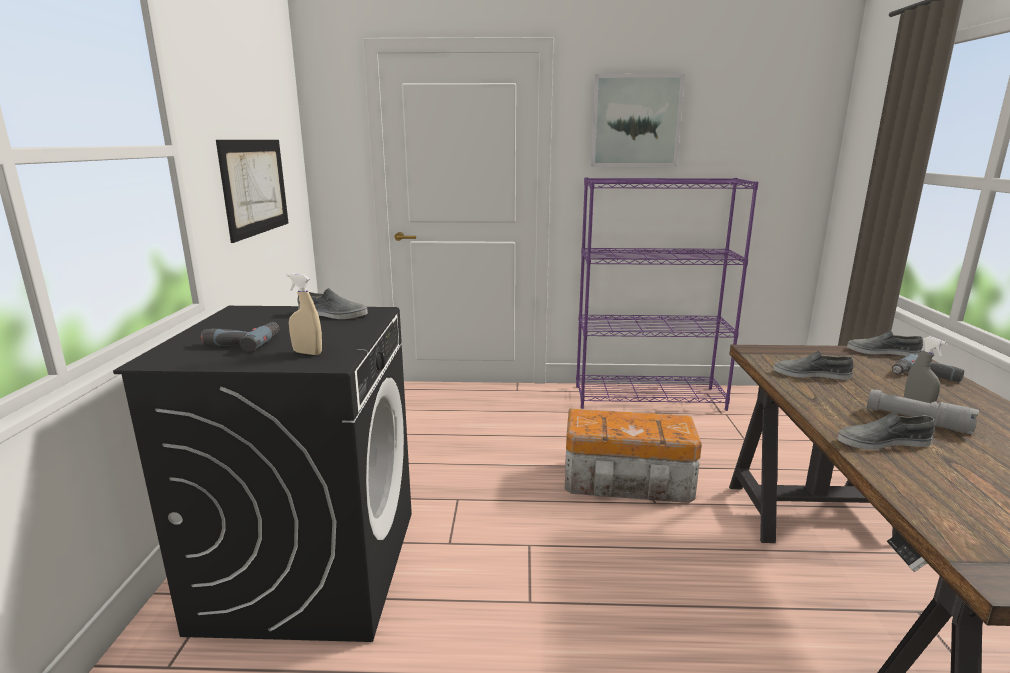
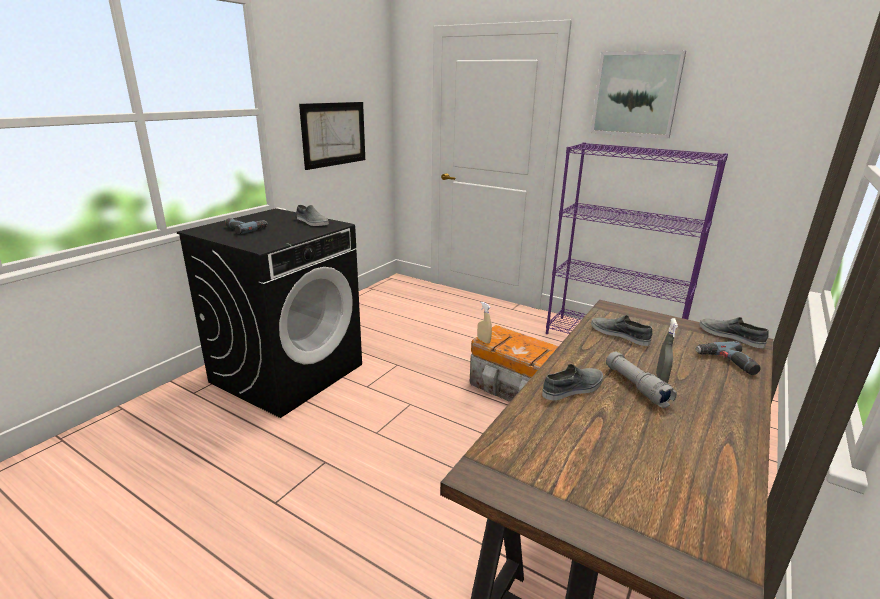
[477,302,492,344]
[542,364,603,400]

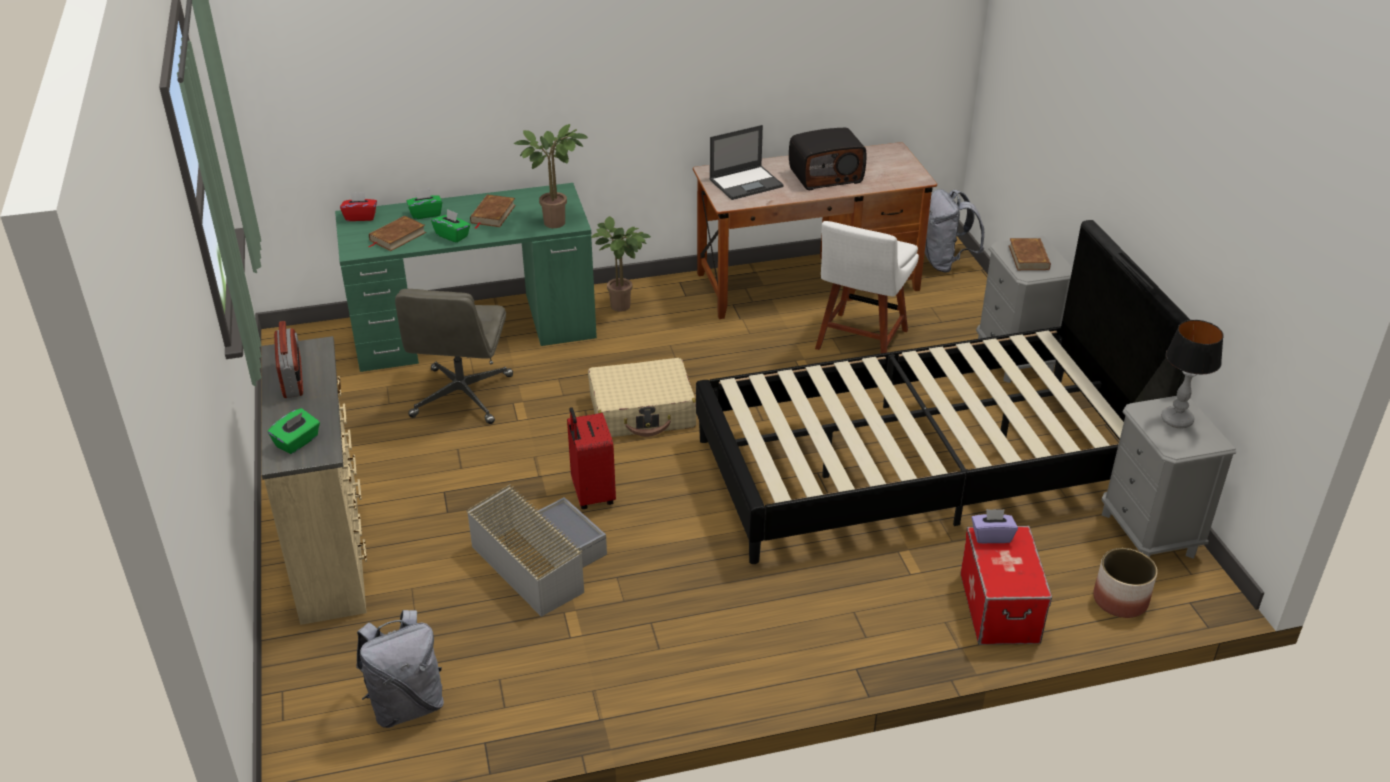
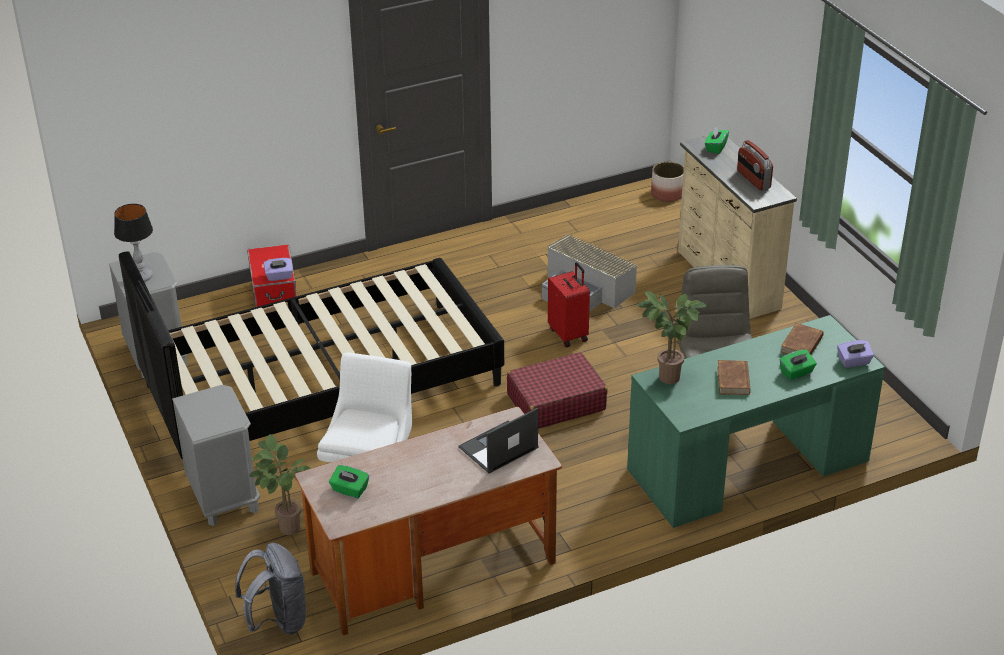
[356,610,444,728] (first image)
[789,128,866,190] (first image)
[1009,238,1051,270] (first image)
[329,465,369,498]
[249,434,311,535]
[651,162,684,202]
[837,340,874,368]
[507,352,608,429]

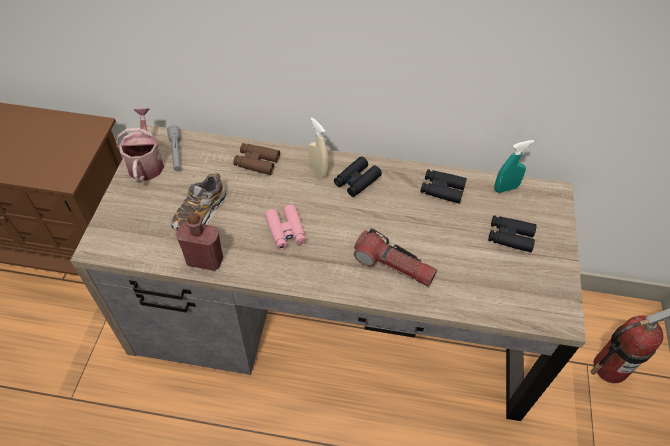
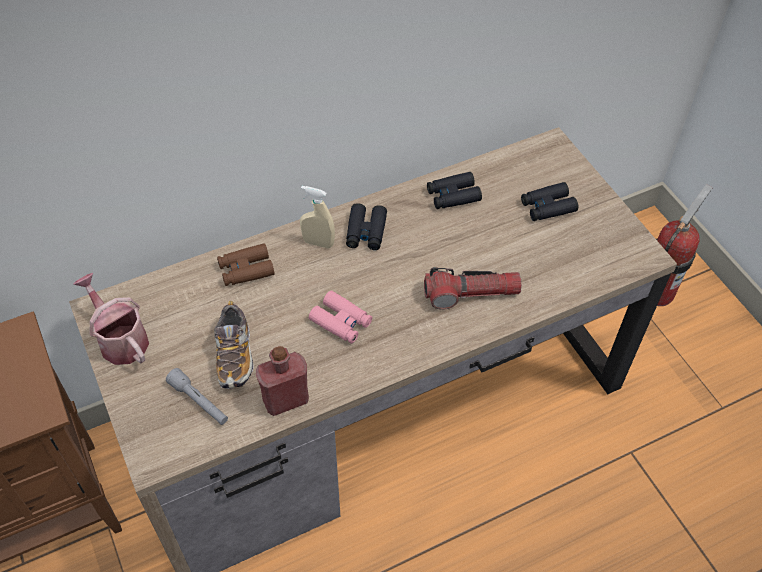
[494,140,534,193] (first image)
[166,368,228,425]

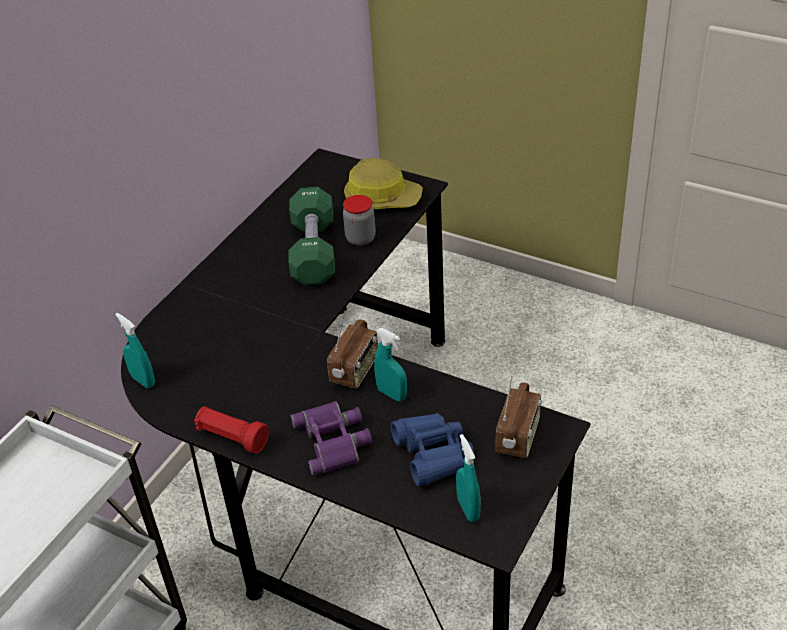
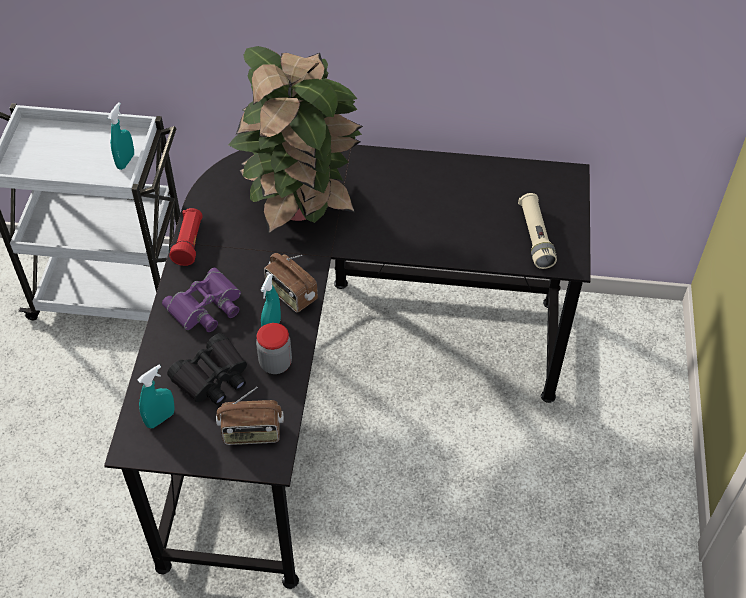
[288,187,335,285] (first image)
[228,46,363,234]
[108,102,134,170]
[256,323,292,374]
[518,193,557,269]
[167,333,247,405]
[264,253,318,313]

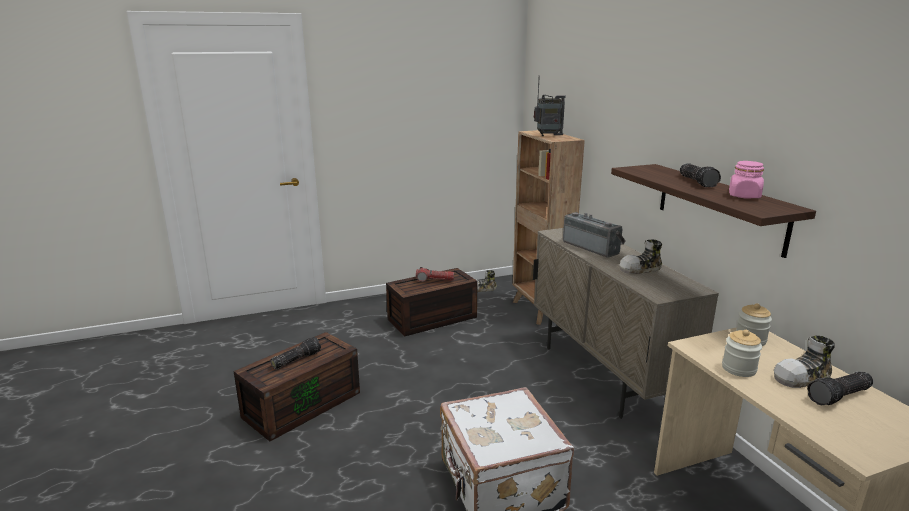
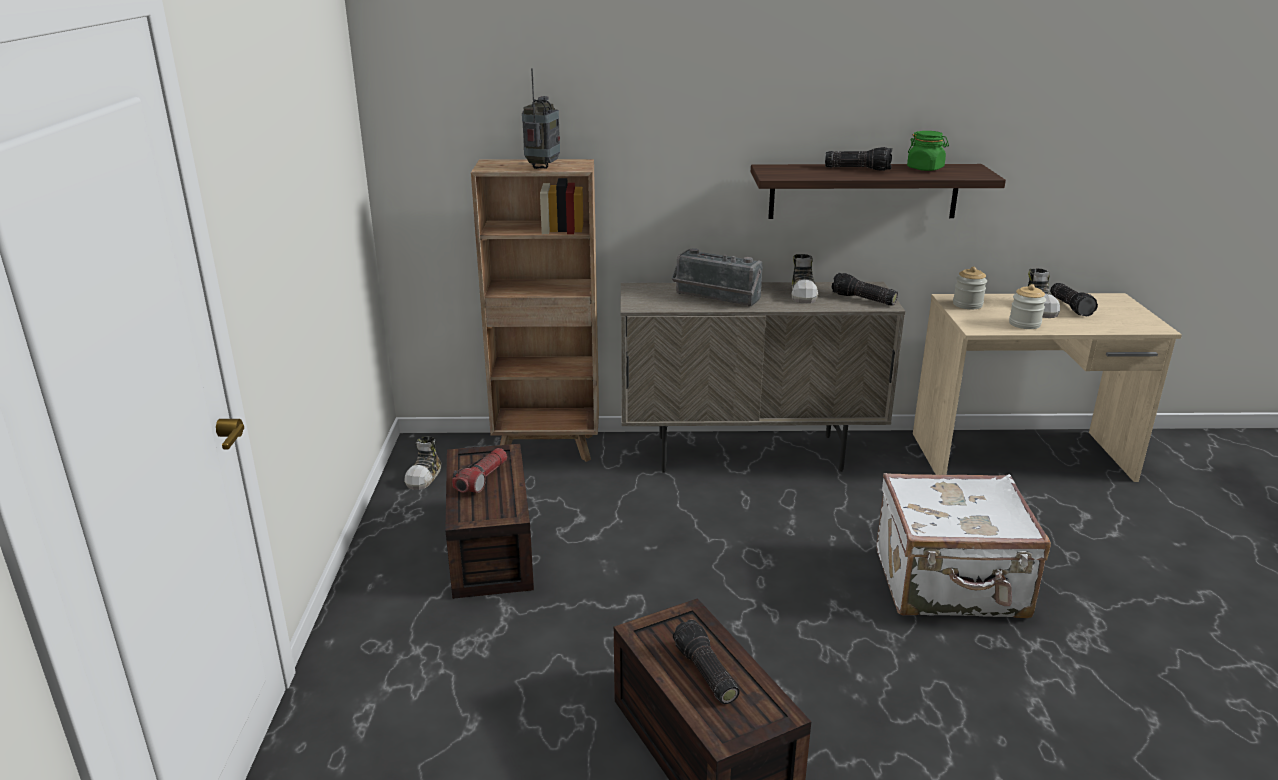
[832,273,898,306]
[907,131,949,171]
[672,248,763,307]

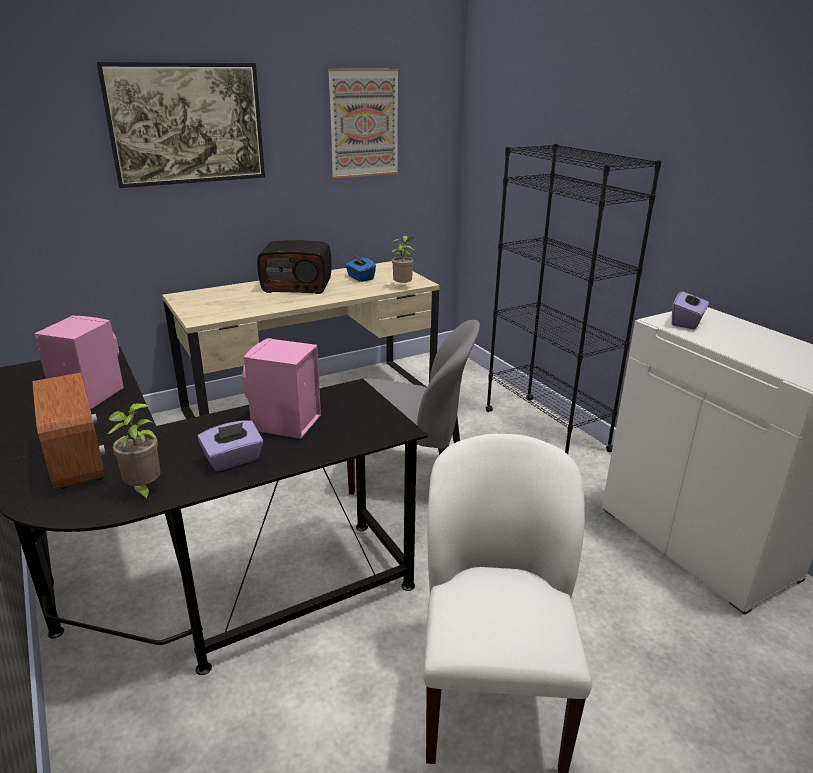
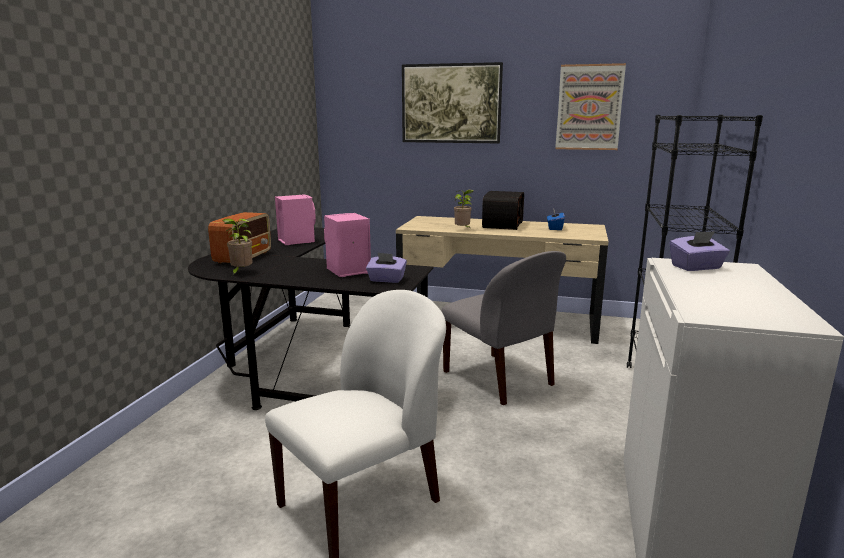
[366,253,407,283]
[454,190,473,228]
[482,191,524,230]

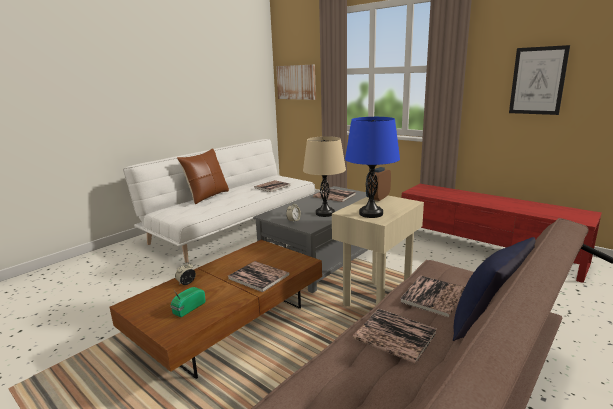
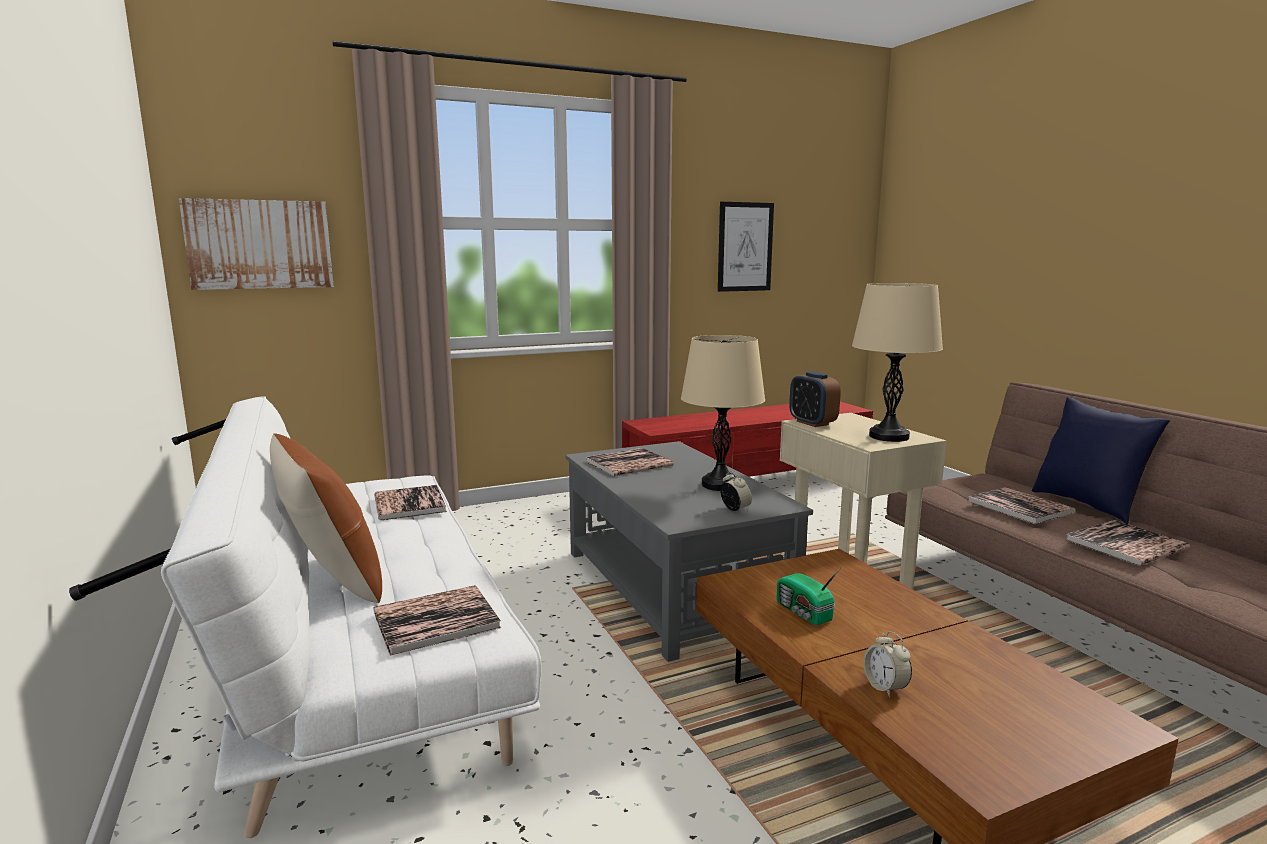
[777,567,841,625]
[374,585,501,655]
[852,283,943,442]

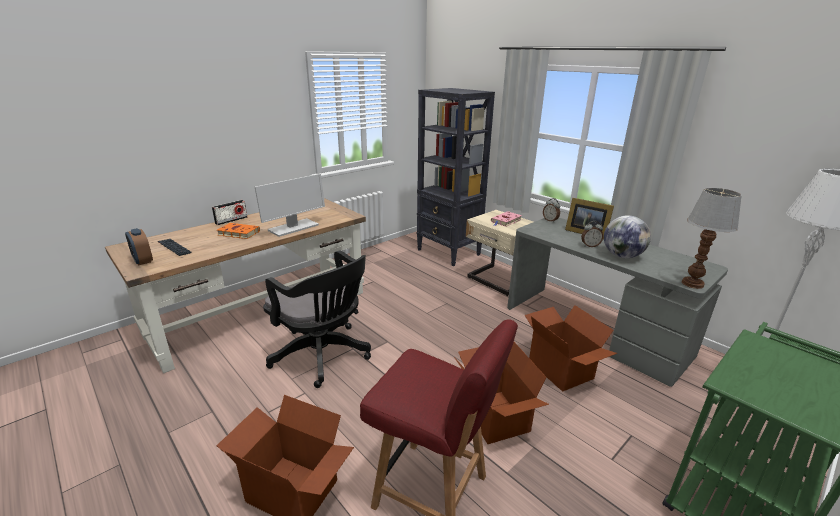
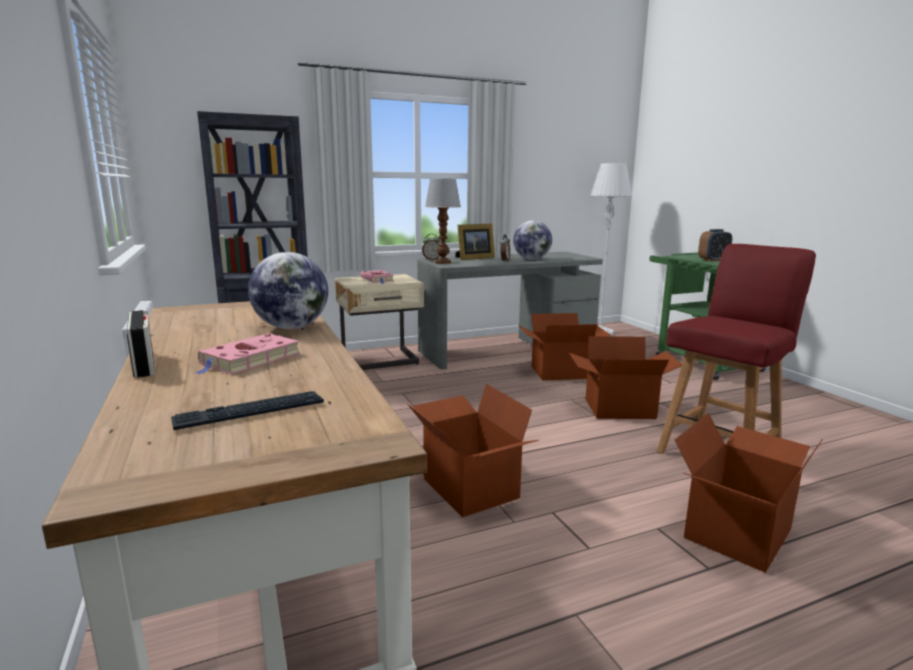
[698,229,732,261]
[425,179,461,264]
[248,252,328,329]
[407,384,539,517]
[195,334,300,374]

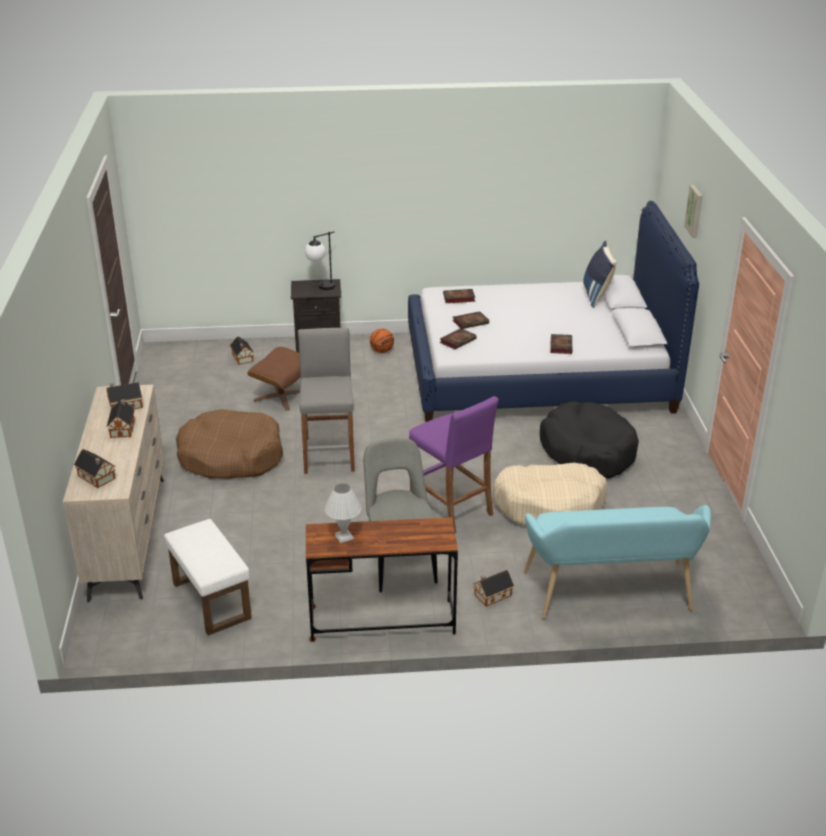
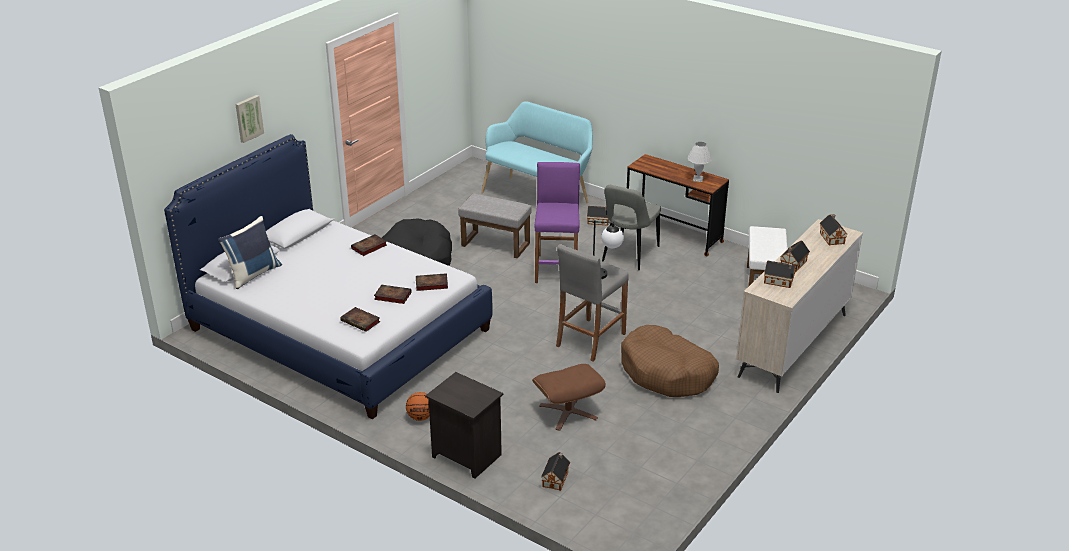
[588,220,624,279]
[458,194,532,259]

